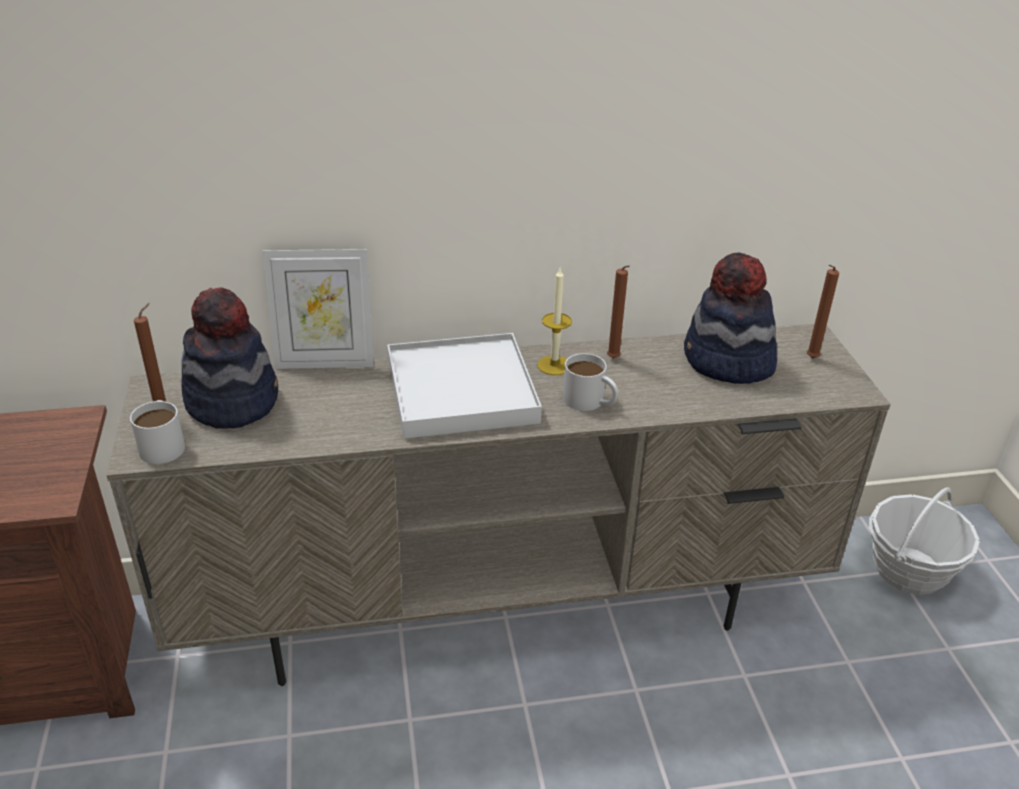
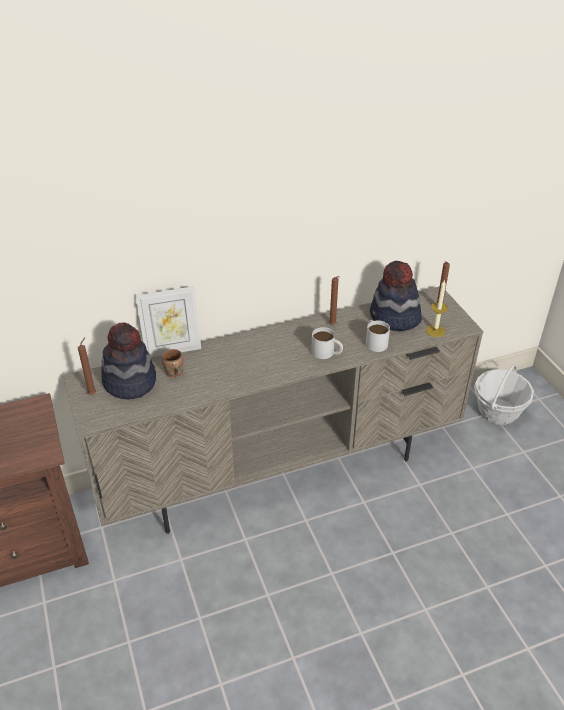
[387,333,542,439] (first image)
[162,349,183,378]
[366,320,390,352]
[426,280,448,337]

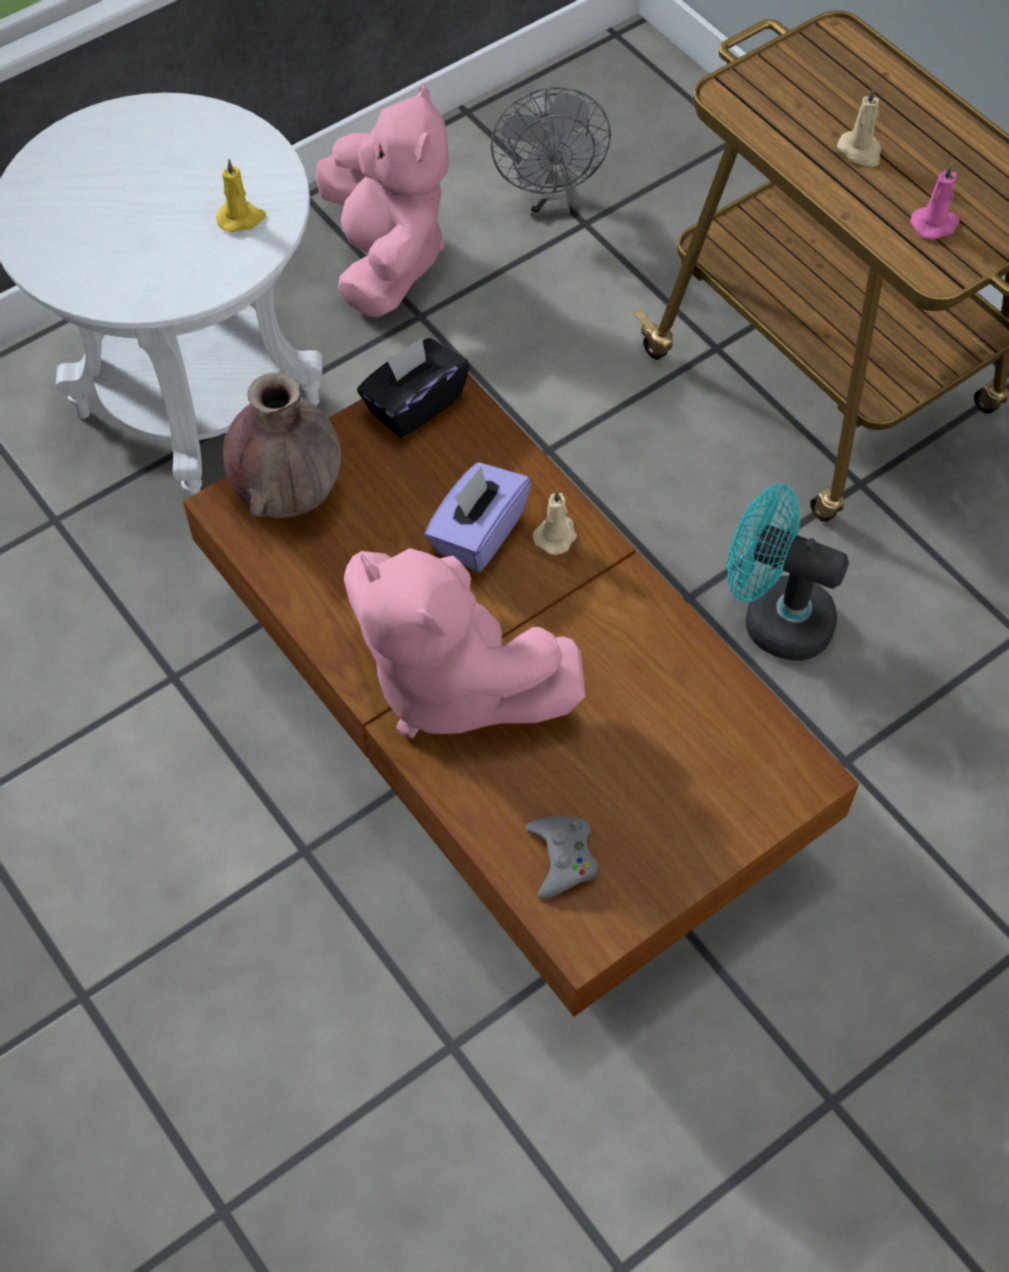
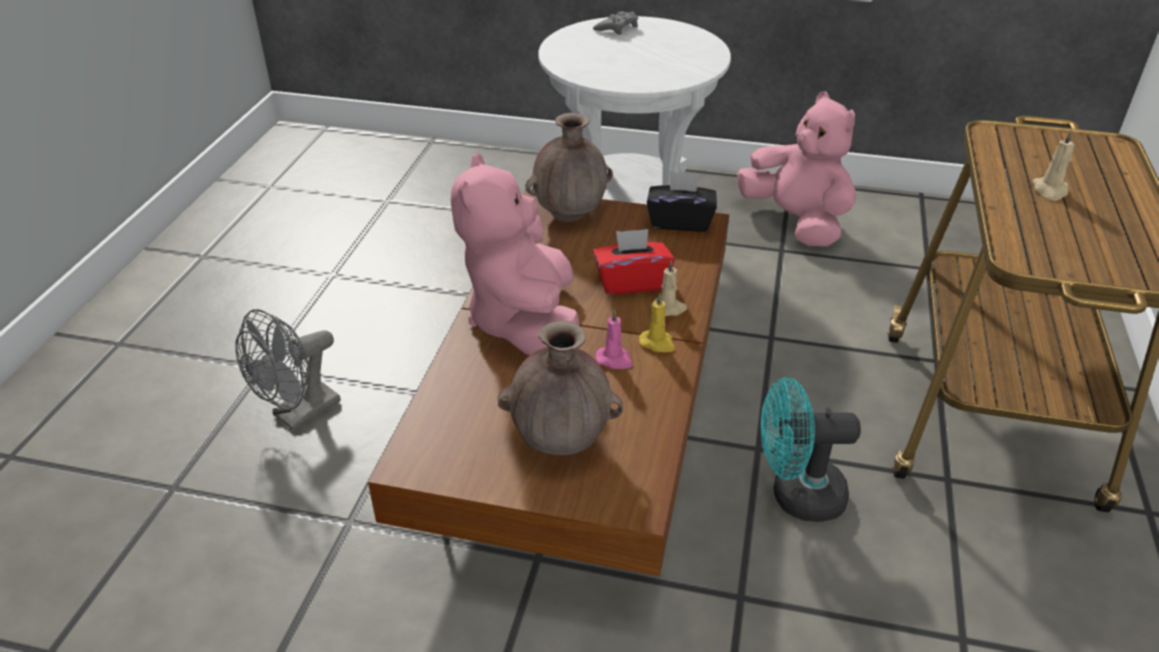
[498,321,623,456]
[639,293,675,352]
[235,309,341,431]
[593,11,638,35]
[595,310,633,369]
[593,229,674,295]
[737,91,856,247]
[761,377,861,522]

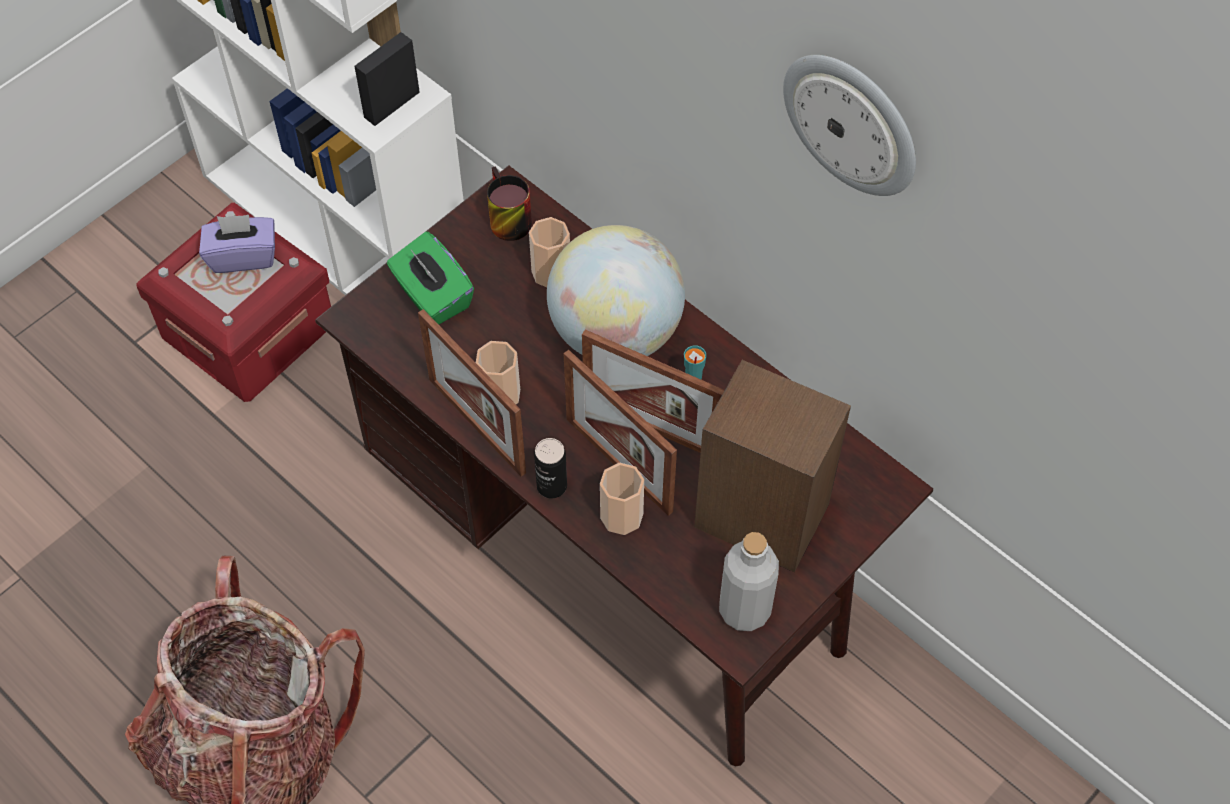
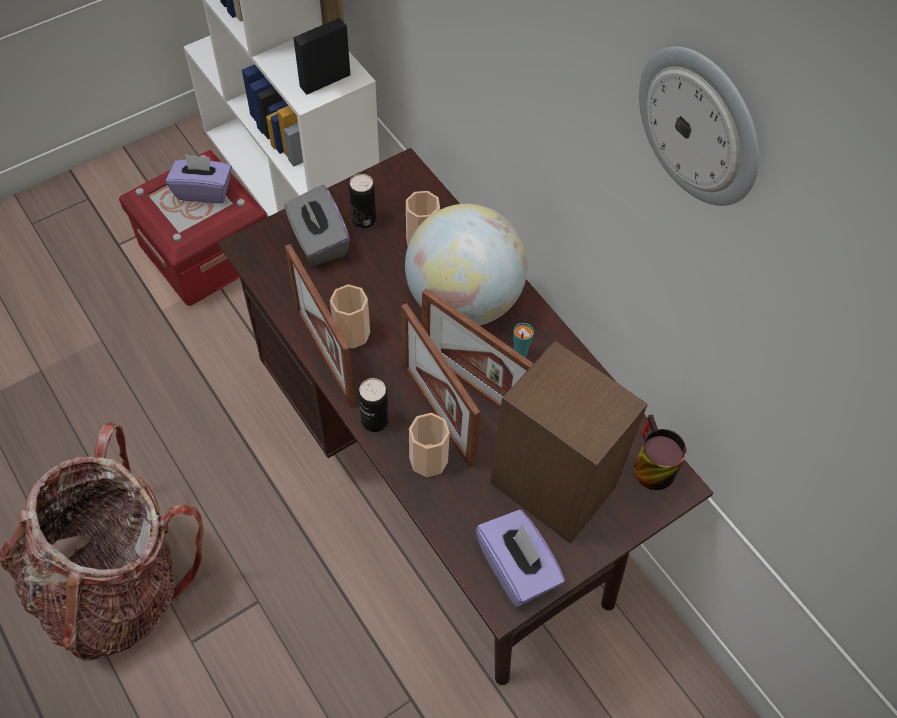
[349,174,376,228]
[634,414,687,490]
[475,509,565,607]
[284,185,350,266]

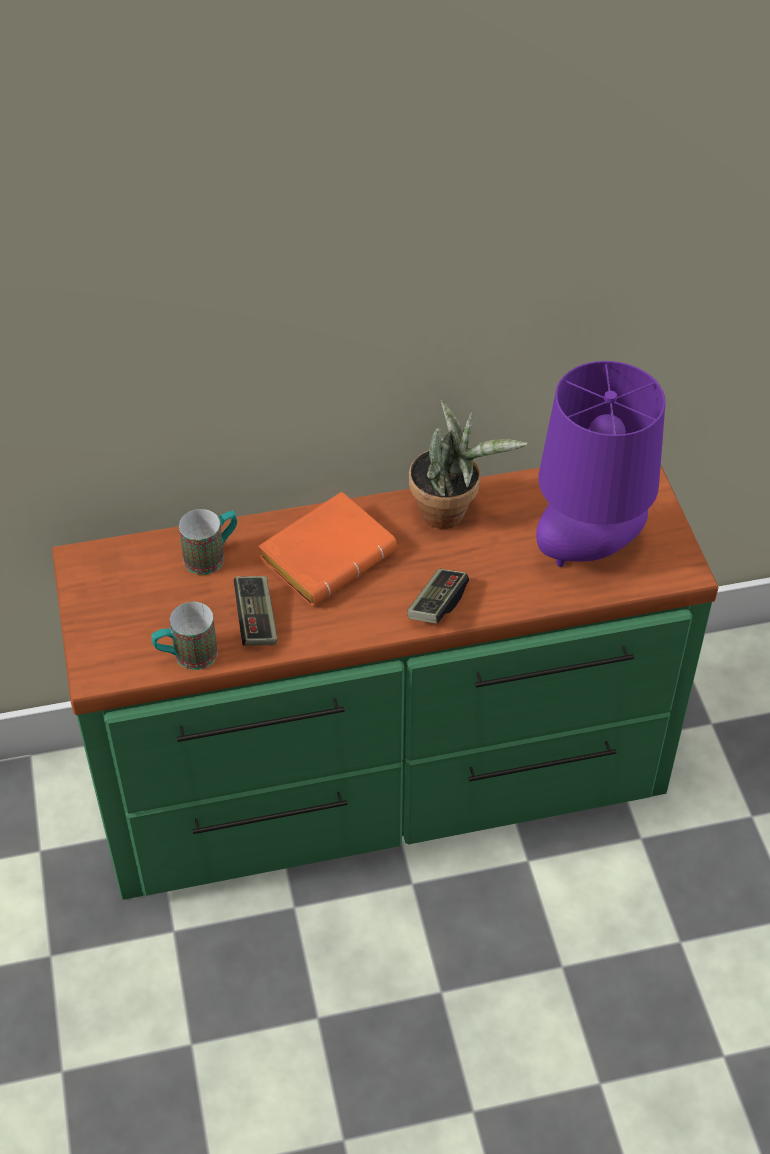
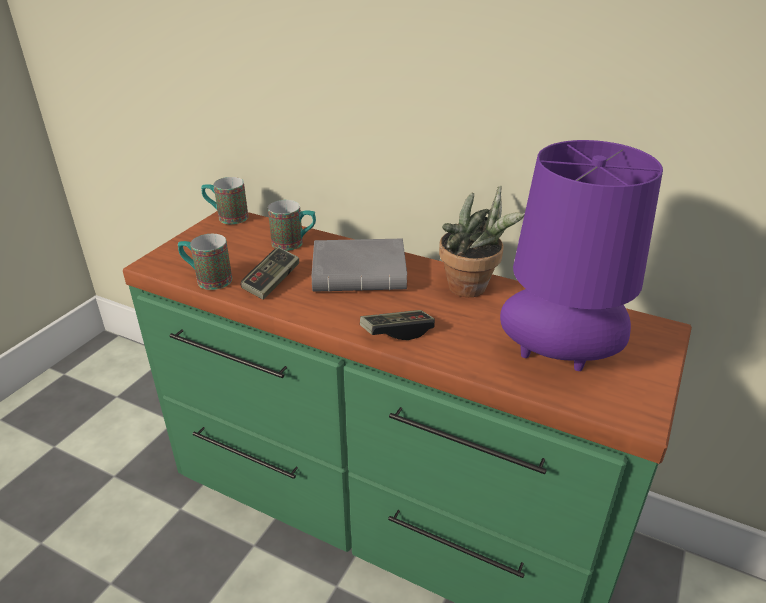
[201,177,248,224]
[311,239,407,292]

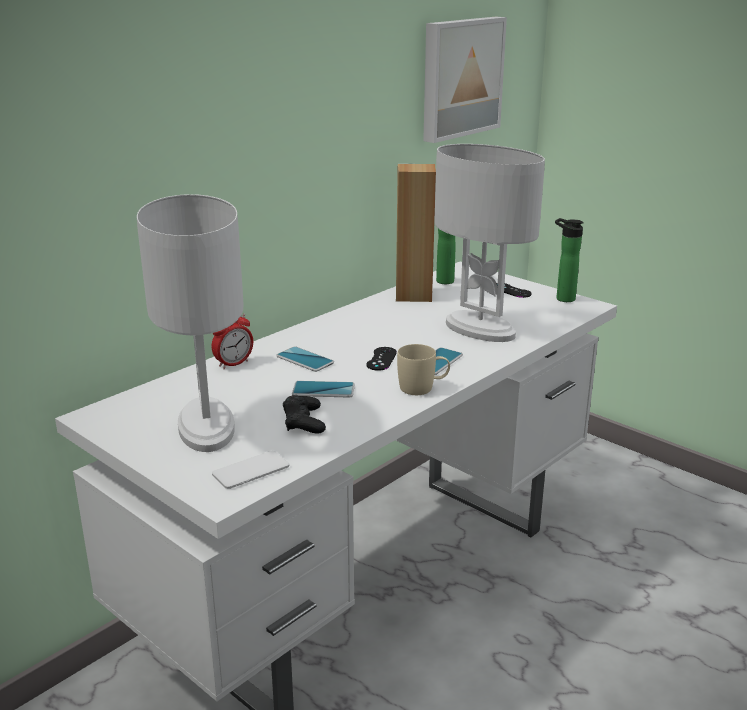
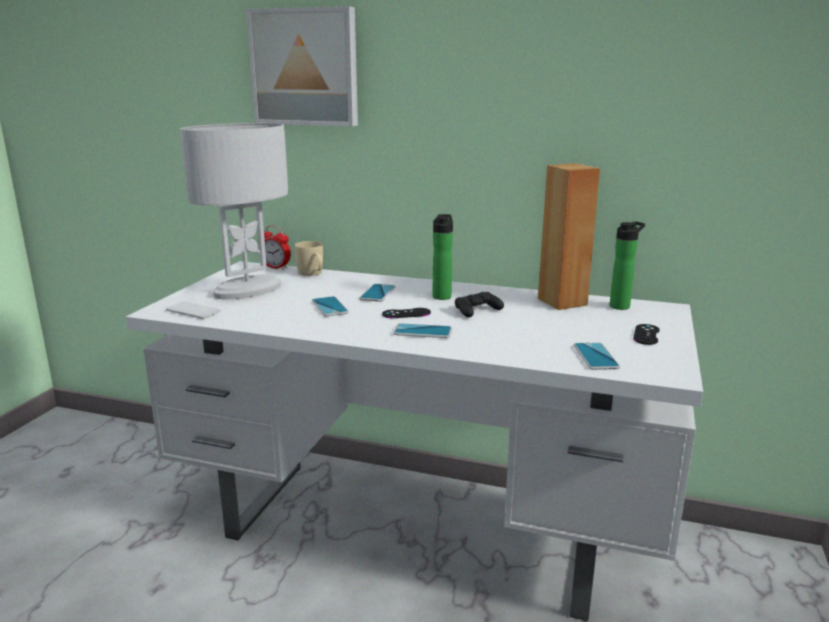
[435,144,545,342] (first image)
[573,343,620,370]
[264,226,291,270]
[455,292,504,317]
[295,241,323,276]
[246,6,358,126]
[433,214,453,300]

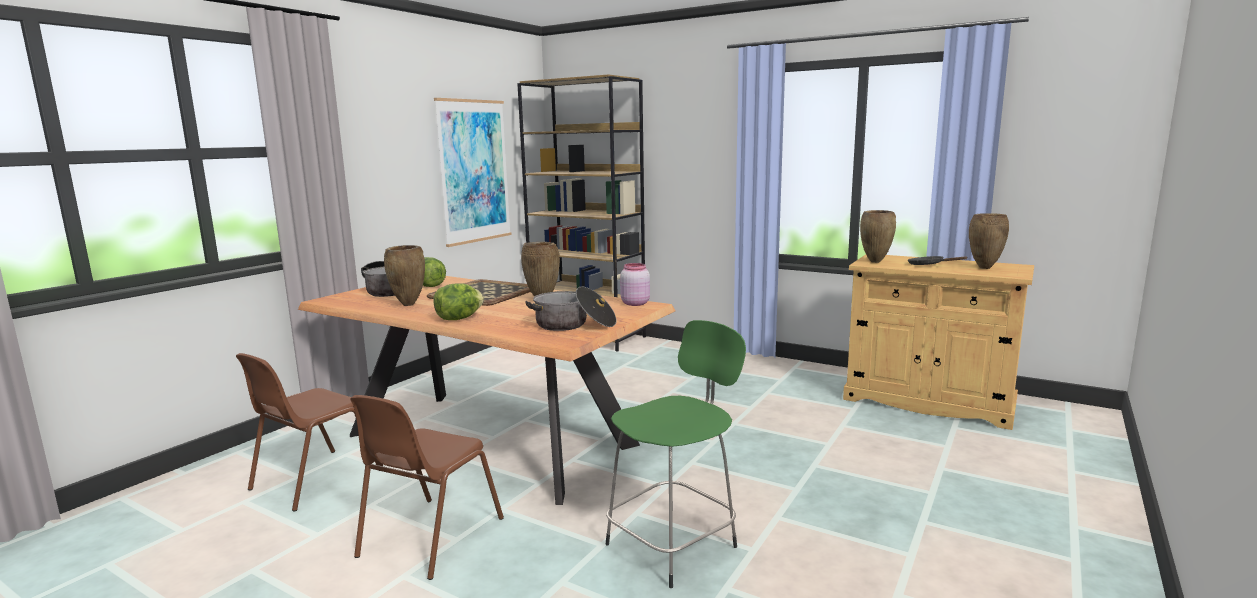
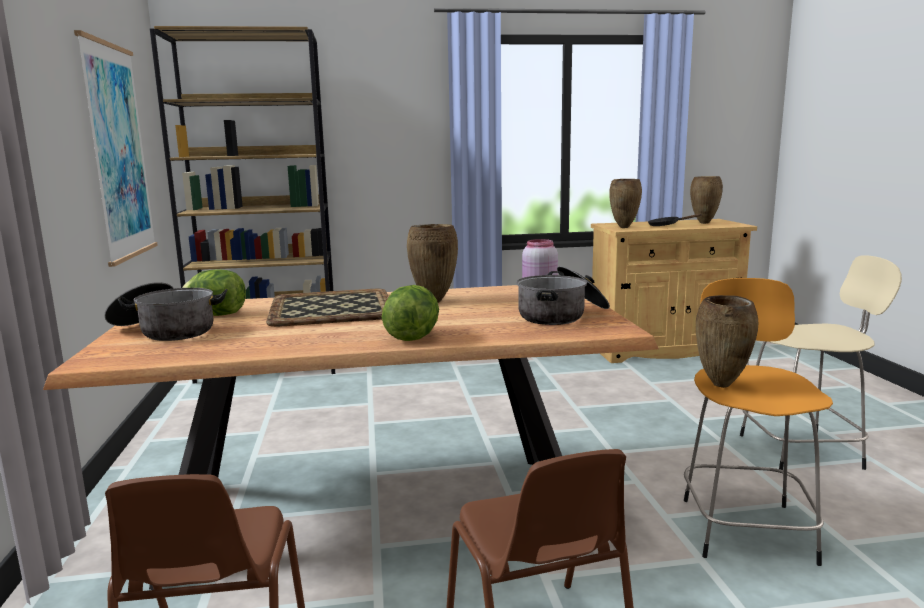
[740,255,902,470]
[696,295,758,388]
[684,278,833,566]

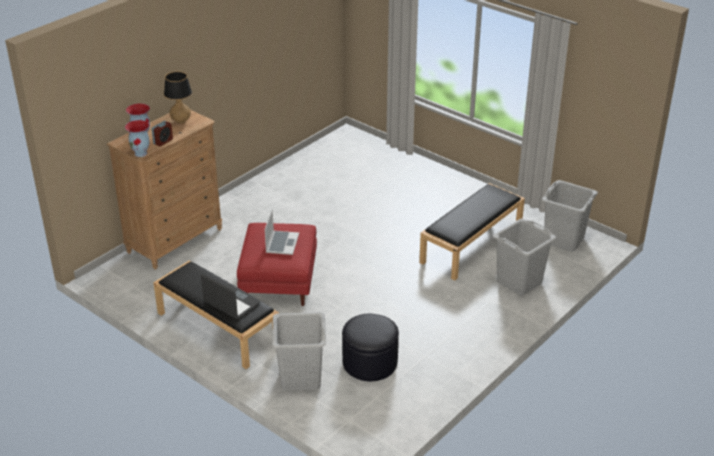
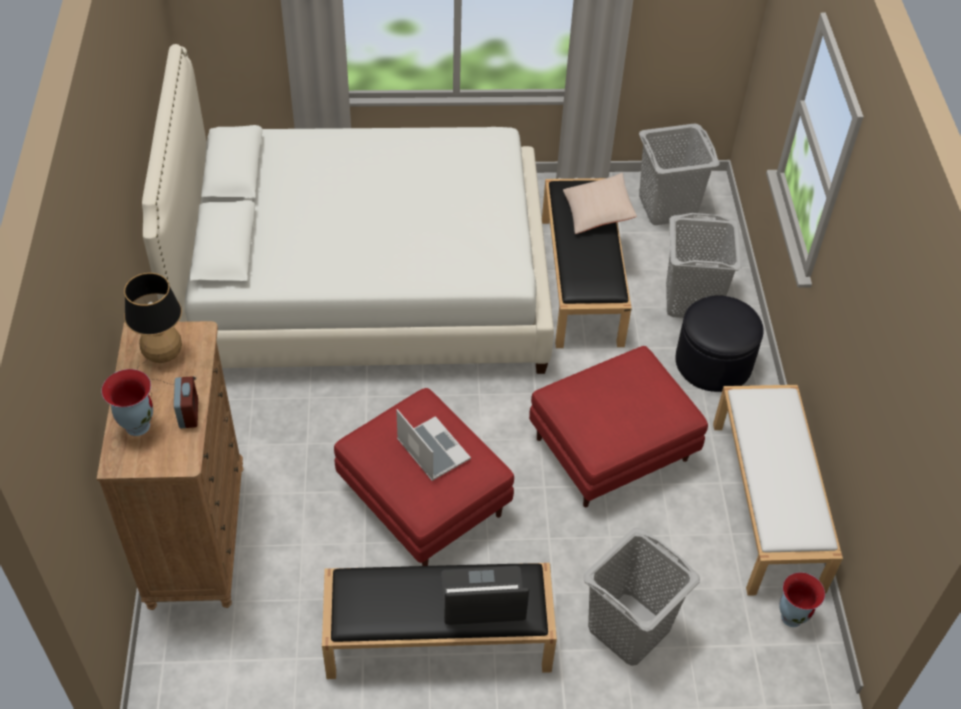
[142,44,554,374]
[529,346,708,507]
[563,173,637,234]
[713,385,843,596]
[779,572,825,627]
[676,295,764,392]

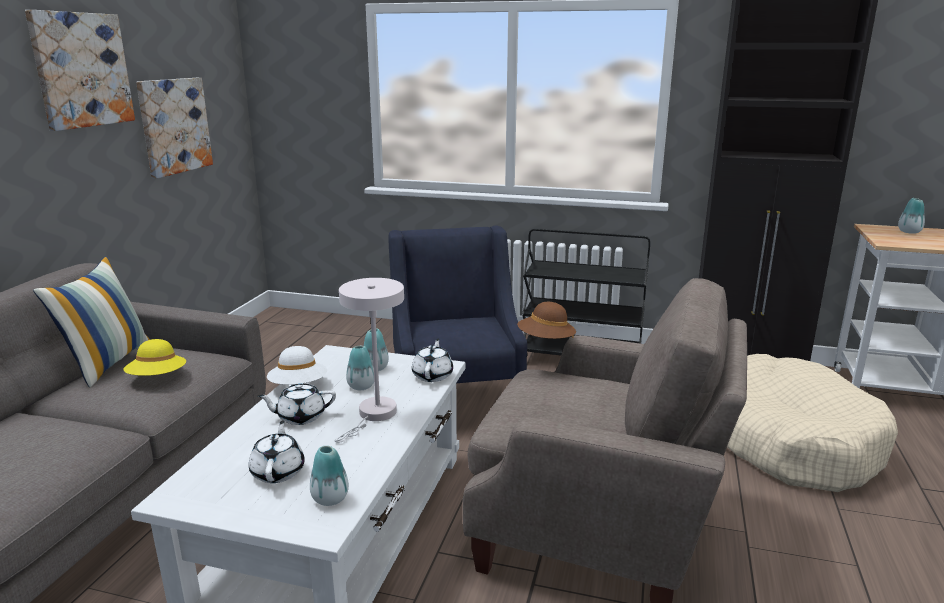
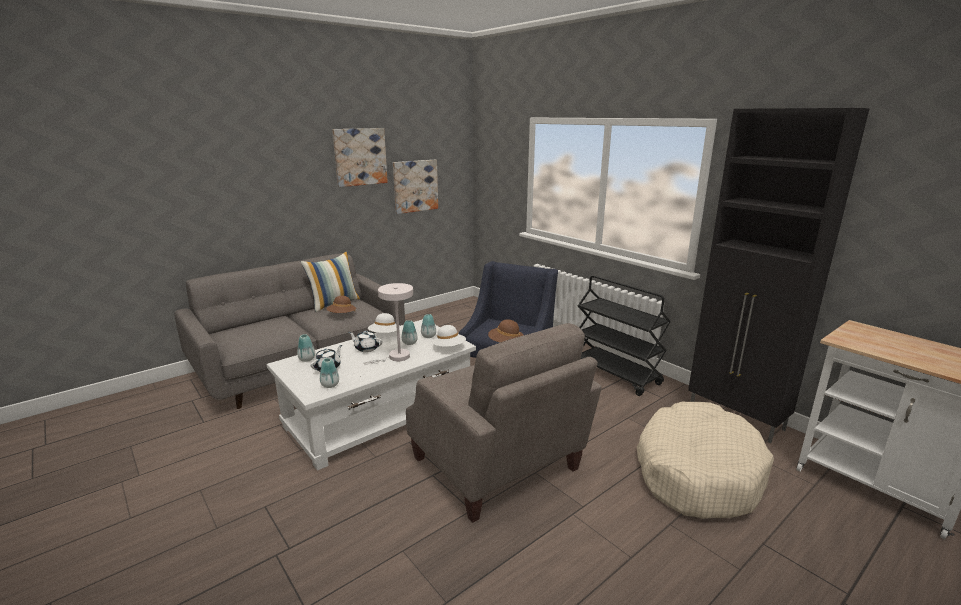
[297,334,315,362]
[432,325,466,347]
[326,296,356,313]

